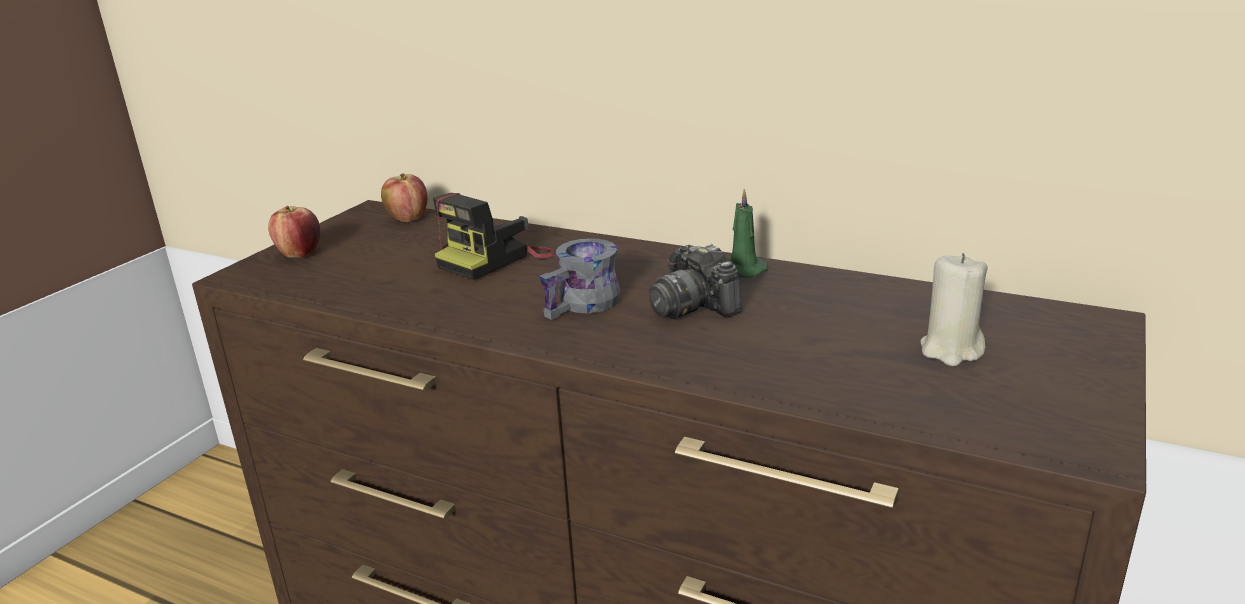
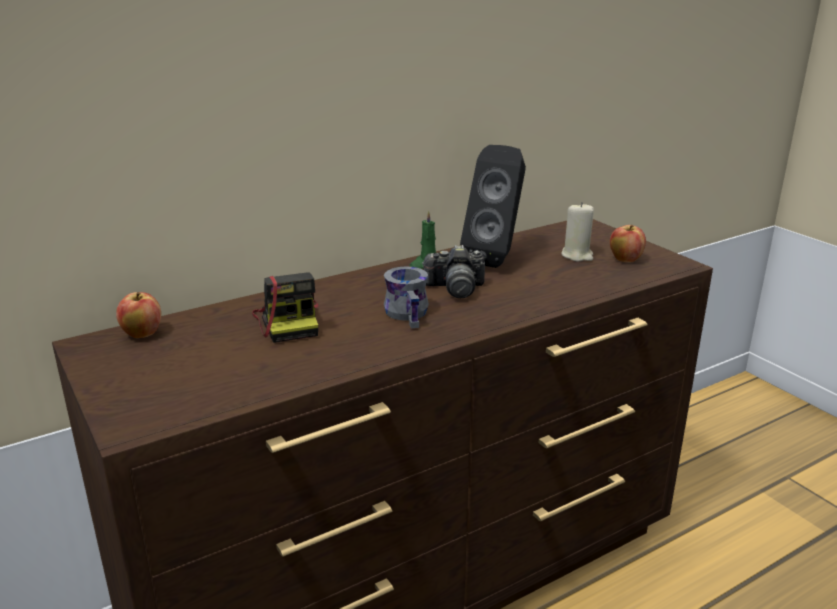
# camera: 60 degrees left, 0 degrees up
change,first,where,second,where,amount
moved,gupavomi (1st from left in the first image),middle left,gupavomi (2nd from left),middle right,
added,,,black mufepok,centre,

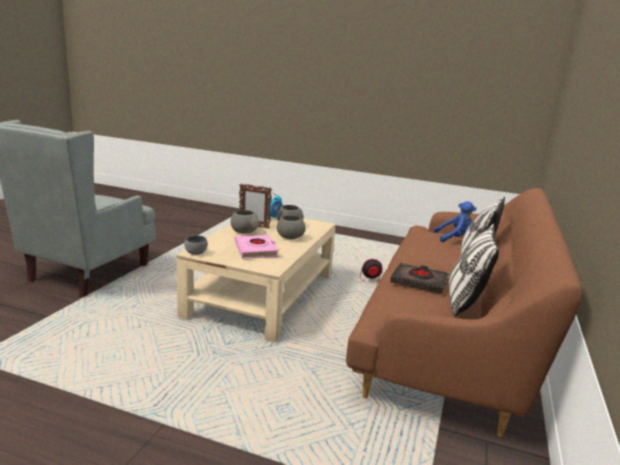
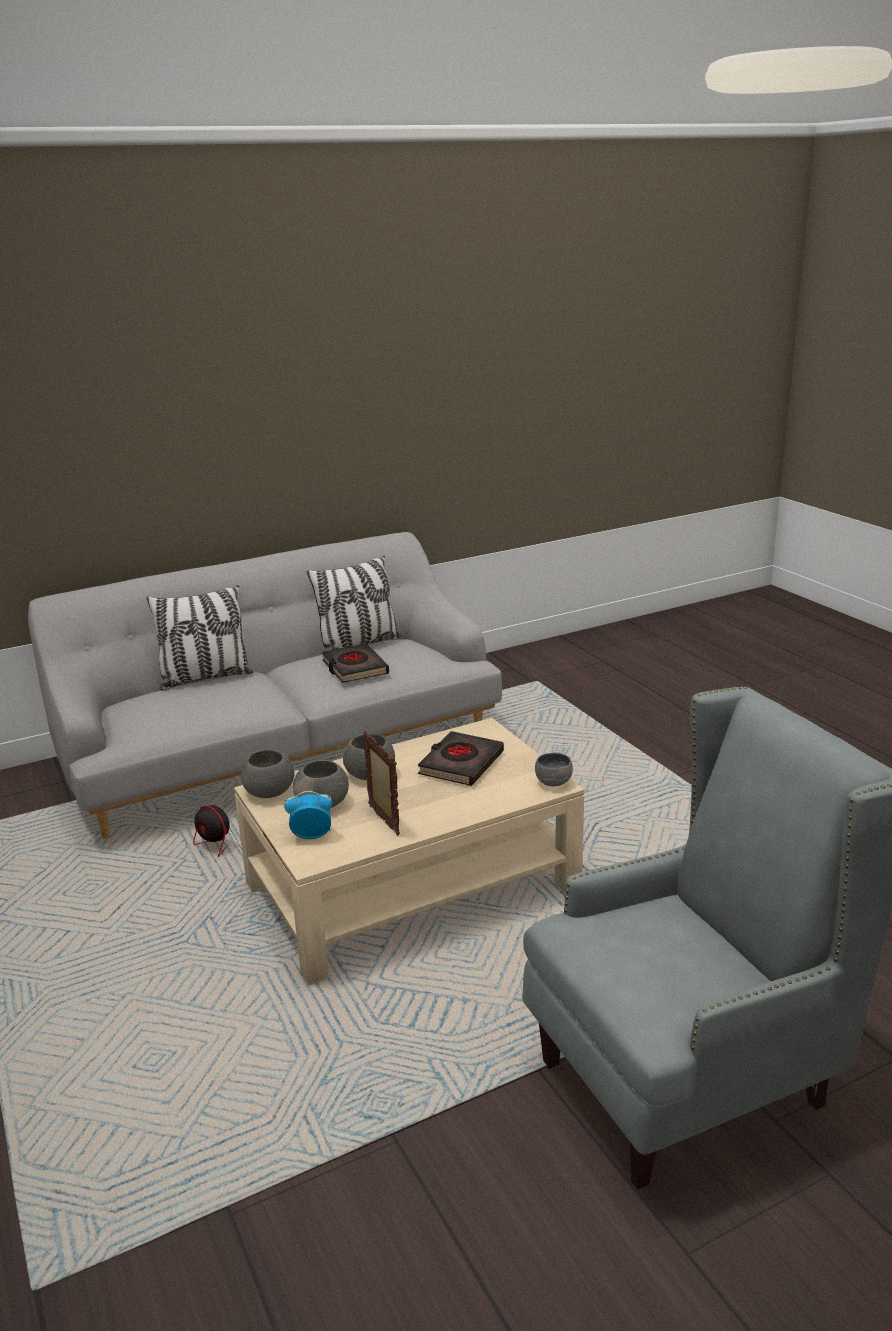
# camera: 135 degrees left, 5 degrees up
change,first,where,second,where,amount
recoloured,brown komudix,bottom right,grey komudix,middle left,
removed,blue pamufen,middle right,,,
moved,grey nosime (2nd from left in the first image),centre,grey nosime (1st from left),middle left,
recoloured,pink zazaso,centre,black zazaso (2nd from left),centre,

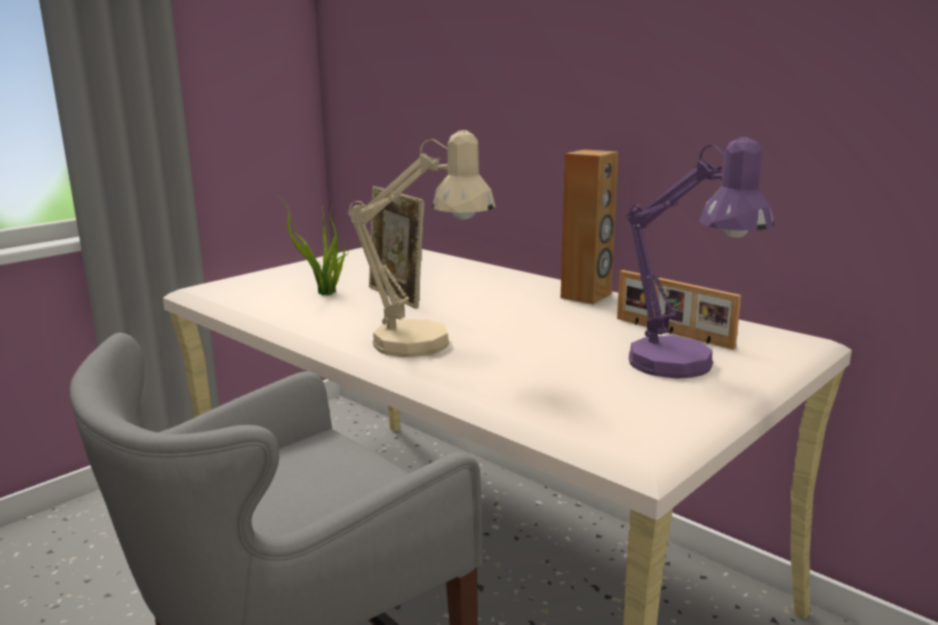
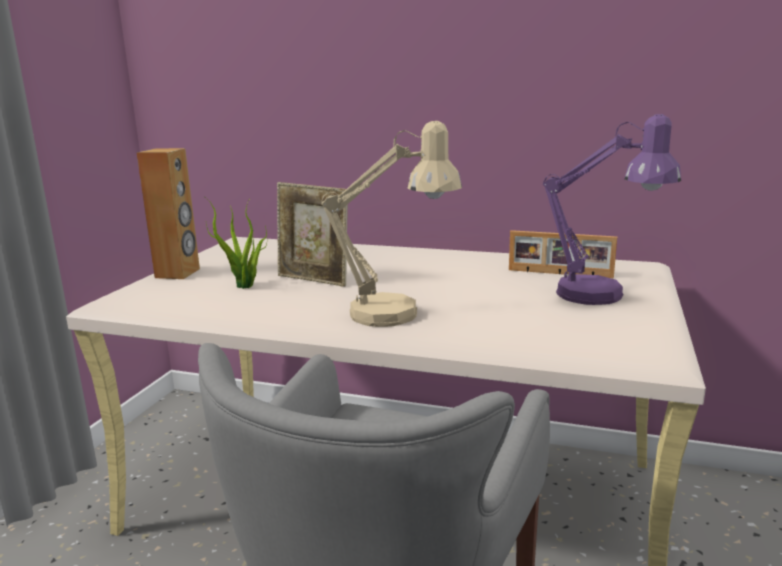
# camera: 25 degrees left, 0 degrees up
change,first,where,second,where,amount
moved,brown mufepok,centre,,middle left,

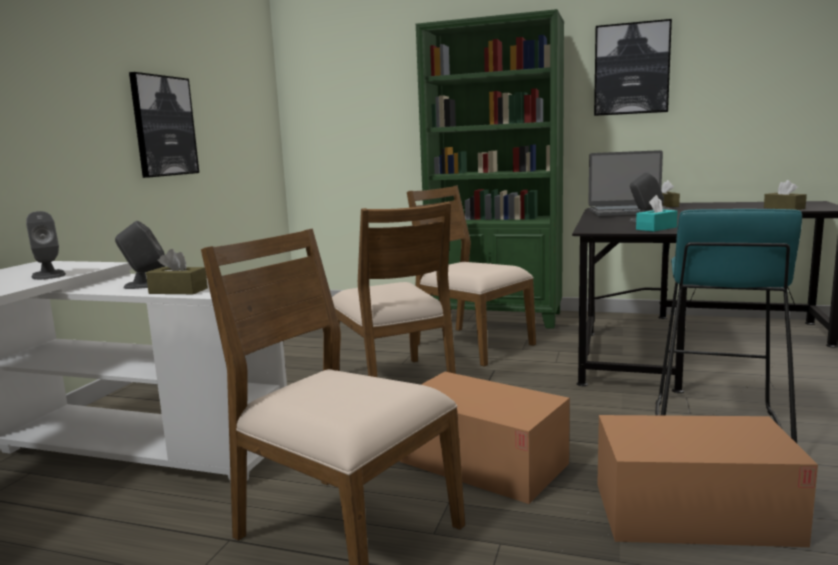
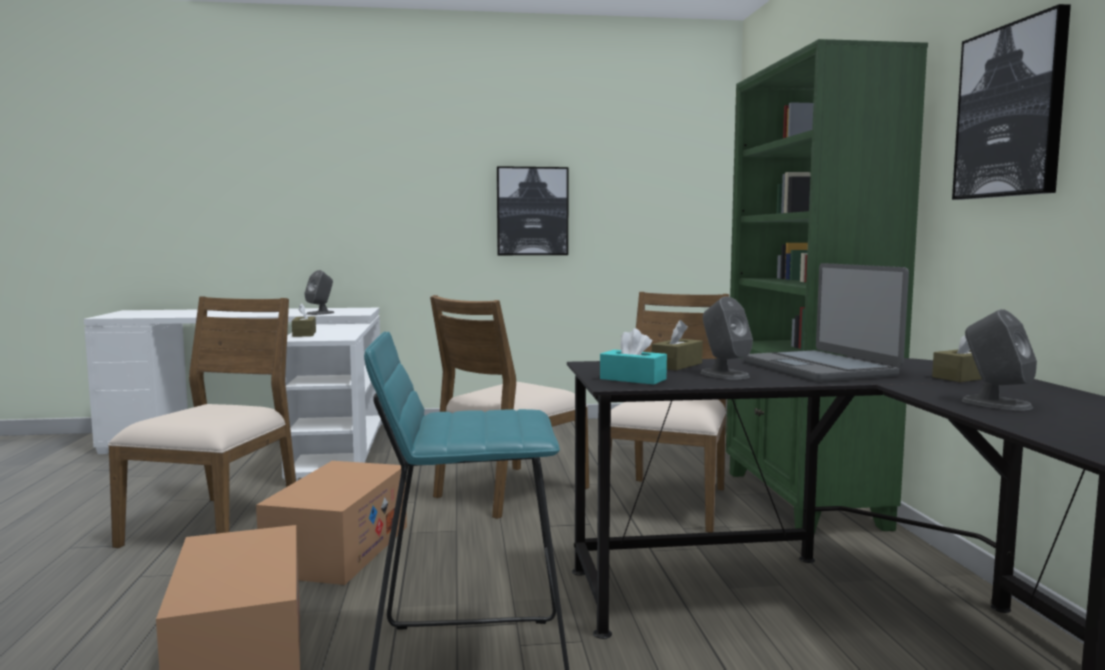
# camera: 65 degrees right, 5 degrees down
change,first,where,second,where,amount
moved,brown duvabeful (3rd from left in the first image),middle right,brown duvabeful (2nd from left),centre,
moved,grey mufepok (2nd from left in the first image),middle left,grey mufepok (3rd from left),middle right,

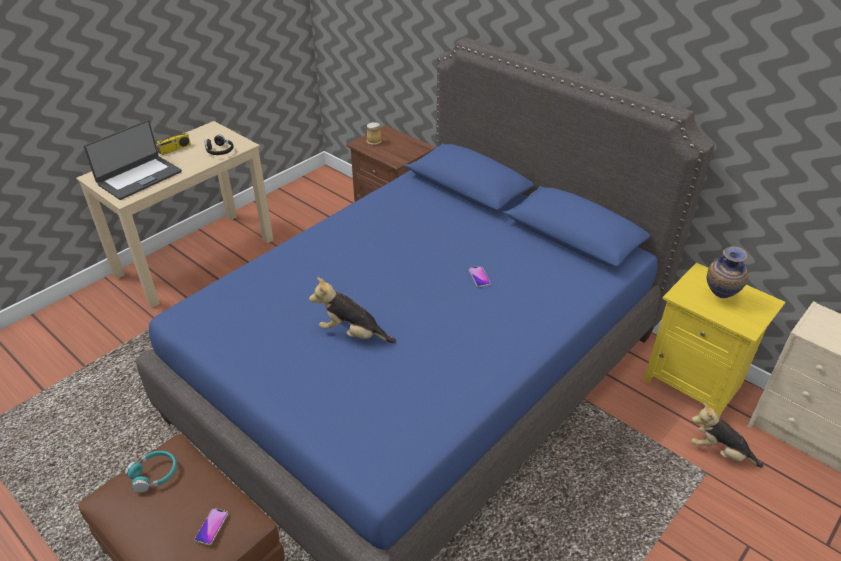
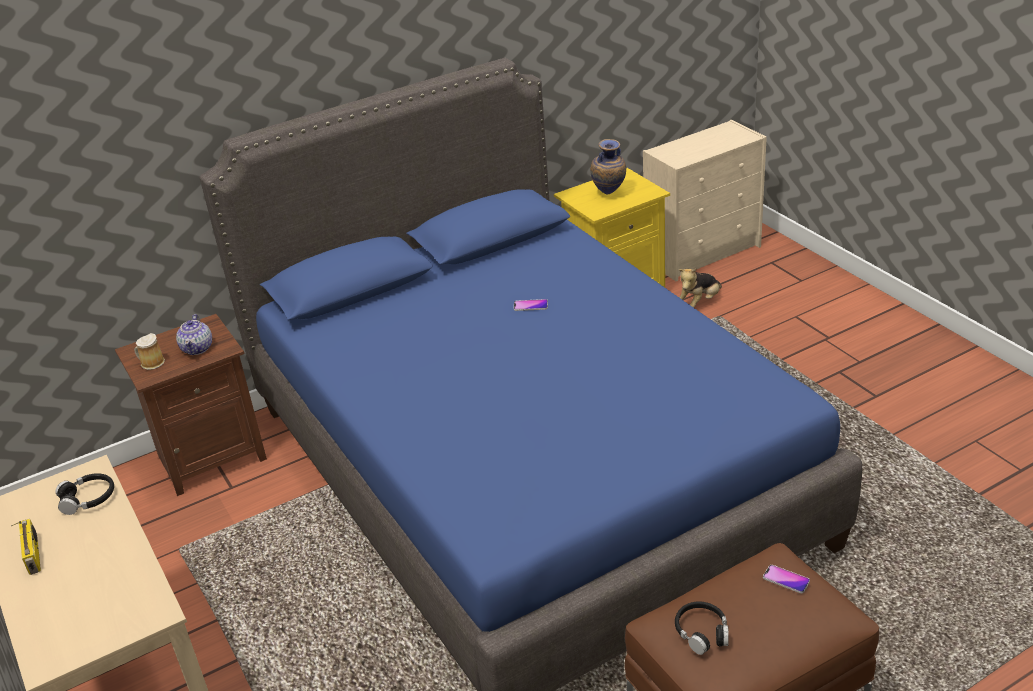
# camera: 70 degrees left, 5 degrees down
change,first,where,second,where,amount
removed,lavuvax,top left,,,
removed,pamufen (1st from left),centre,,,
recoloured,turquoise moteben,bottom left,black moteben (2nd from left),bottom right,
added,,,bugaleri,middle left,

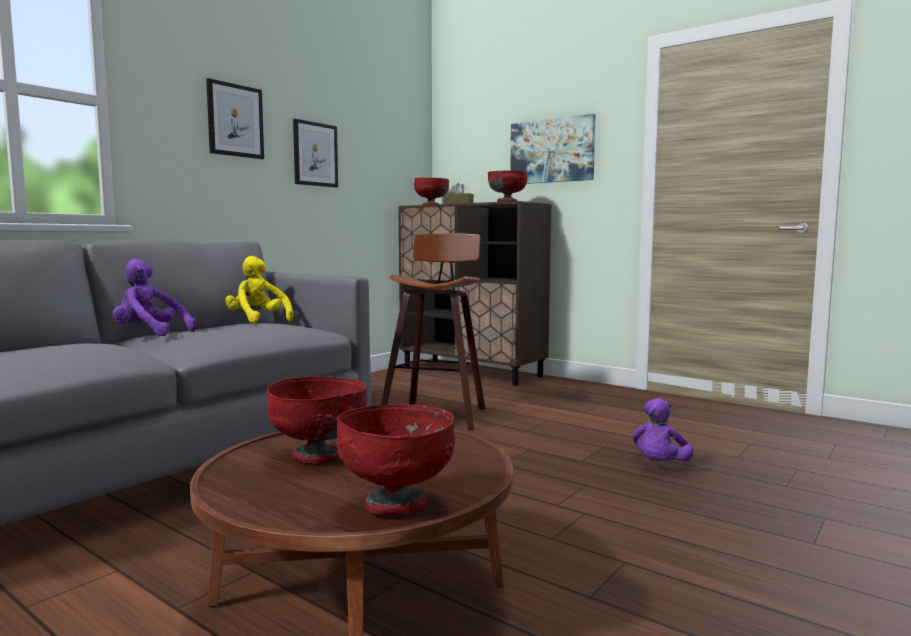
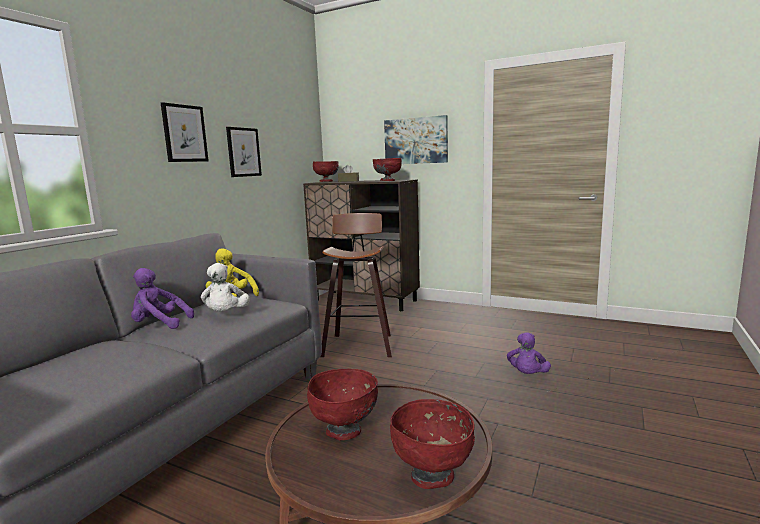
# camera: 10 degrees left, 5 degrees up
change,first,where,second,where,amount
added,,,white pamufen,middle left,

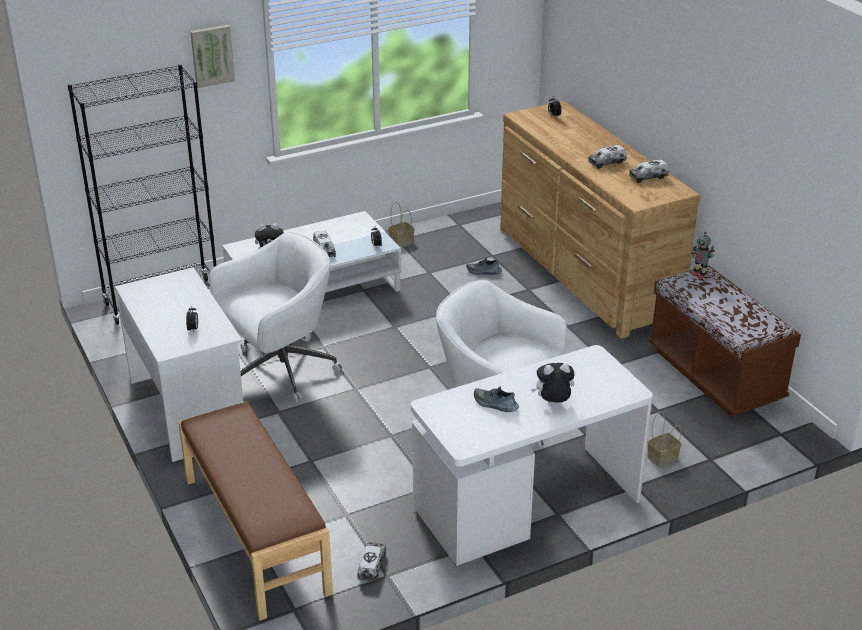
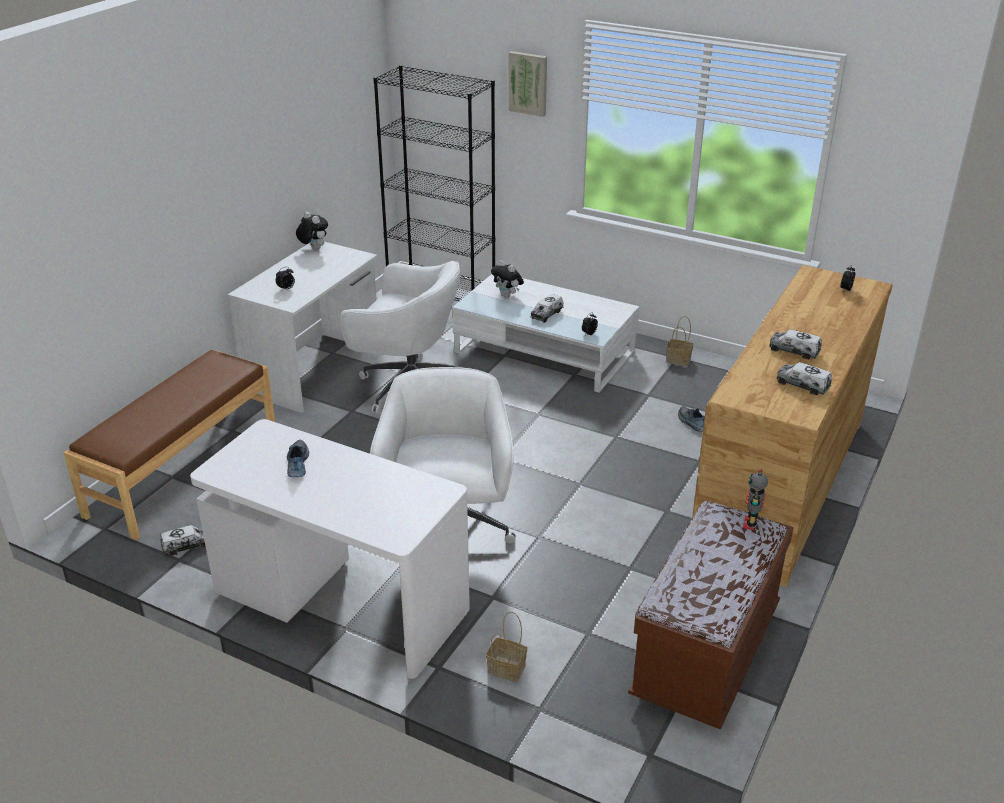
# camera: 55 degrees right, 0 degrees up
change,first,where,second,where,amount
moved,pamufen (2nd from left in the first image),centre,pamufen (1st from left),top left,

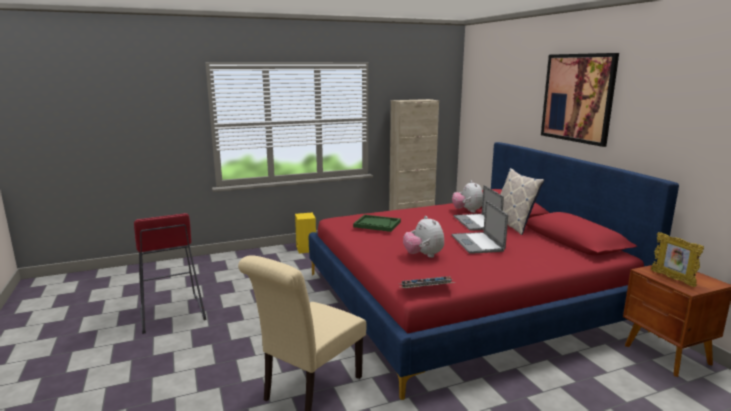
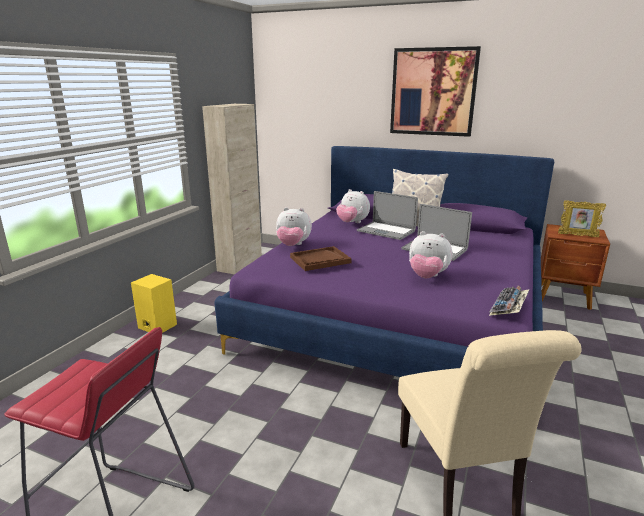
# camera: 45 degrees left, 5 degrees up
change,first,where,second,where,amount
recoloured,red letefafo,middle right,purple letefafo,centre,
recoloured,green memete,centre,brown memete,centre,
added,,,pamufen (1st from left),centre,

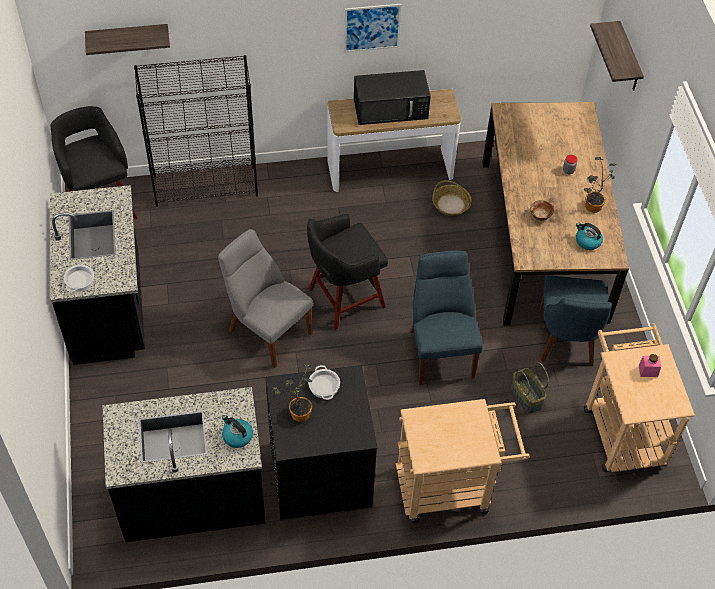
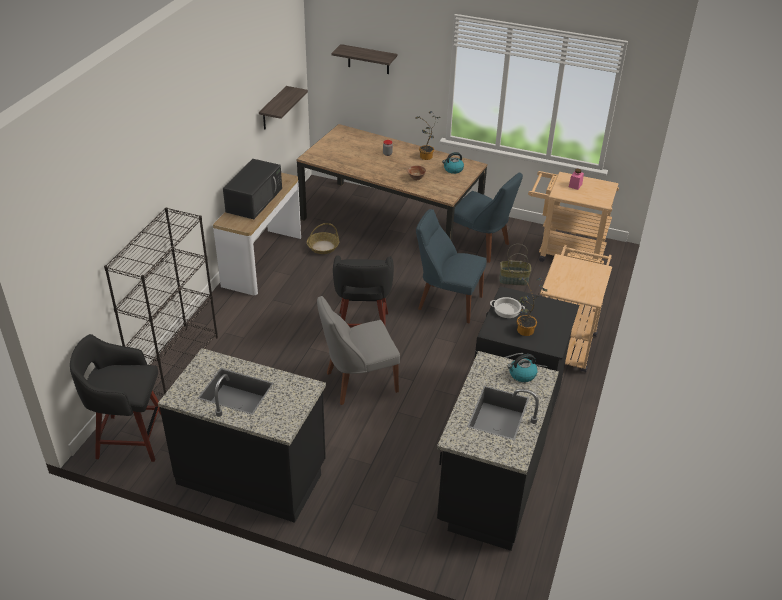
# camera: 60 degrees left, 15 degrees down
change,first,where,second,where,amount
removed,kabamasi,top centre,,,
moved,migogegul (1st from left),top left,,top centre,
removed,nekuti (1st from left),middle left,,,

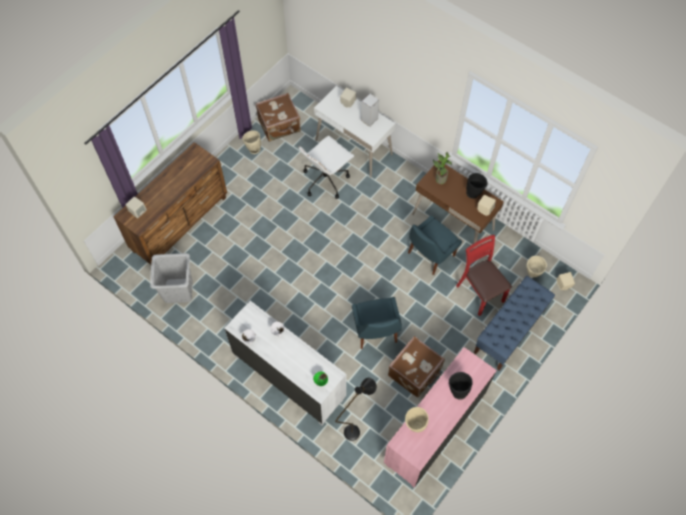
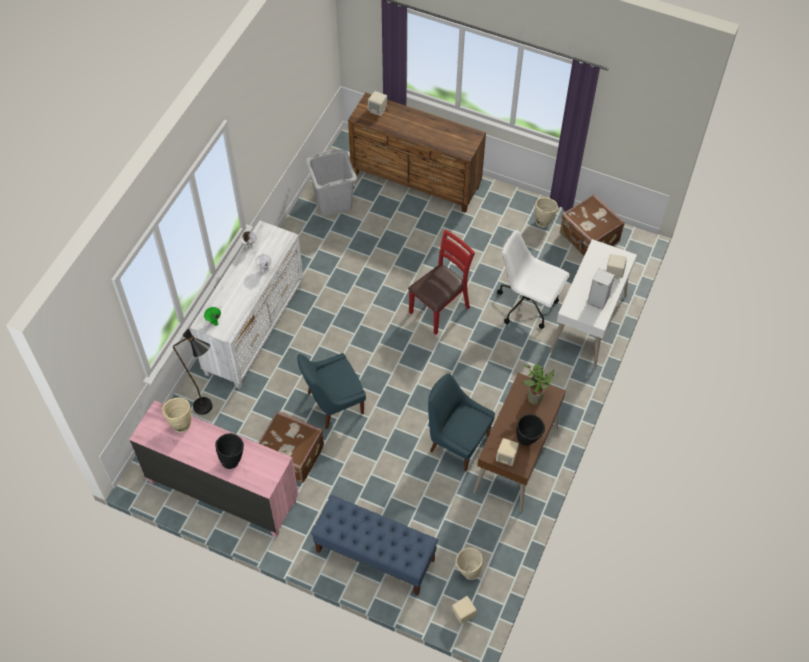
# camera: 75 degrees right, 5 degrees down
change,first,where,second,where,amount
moved,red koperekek,middle right,,centre,

